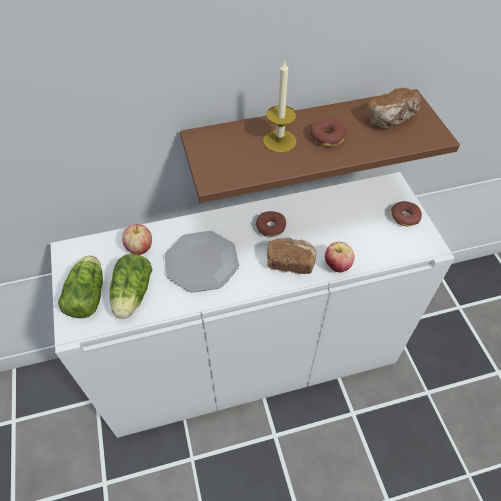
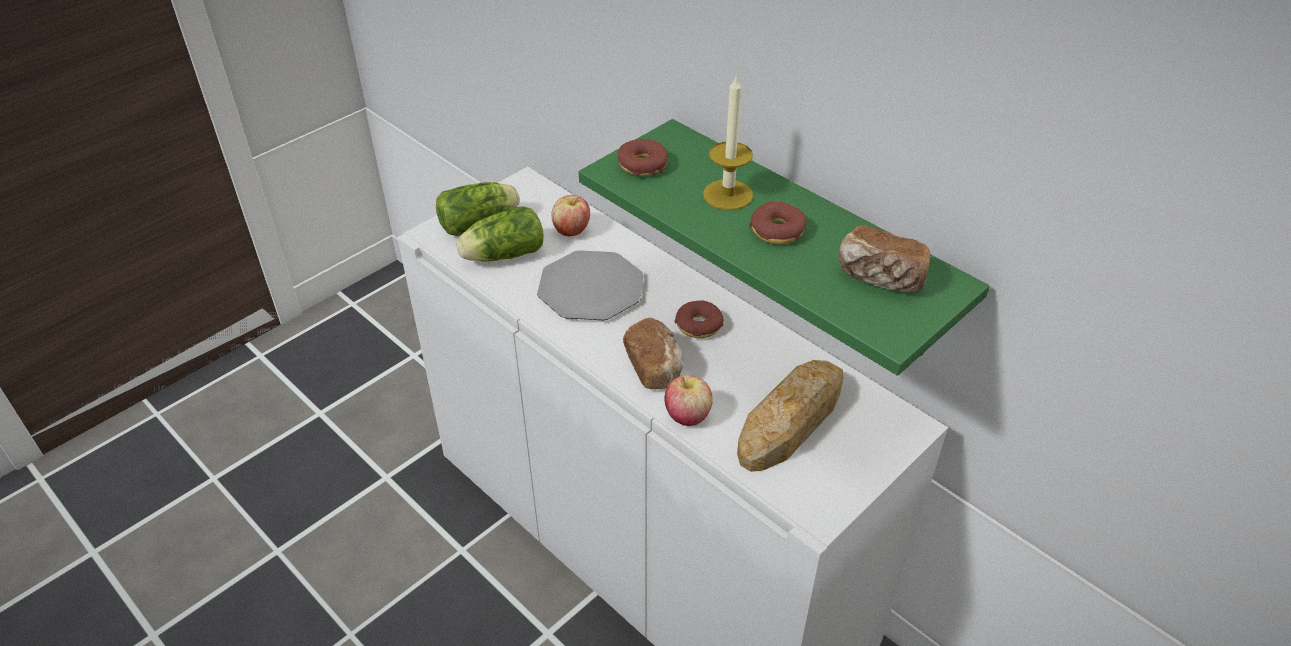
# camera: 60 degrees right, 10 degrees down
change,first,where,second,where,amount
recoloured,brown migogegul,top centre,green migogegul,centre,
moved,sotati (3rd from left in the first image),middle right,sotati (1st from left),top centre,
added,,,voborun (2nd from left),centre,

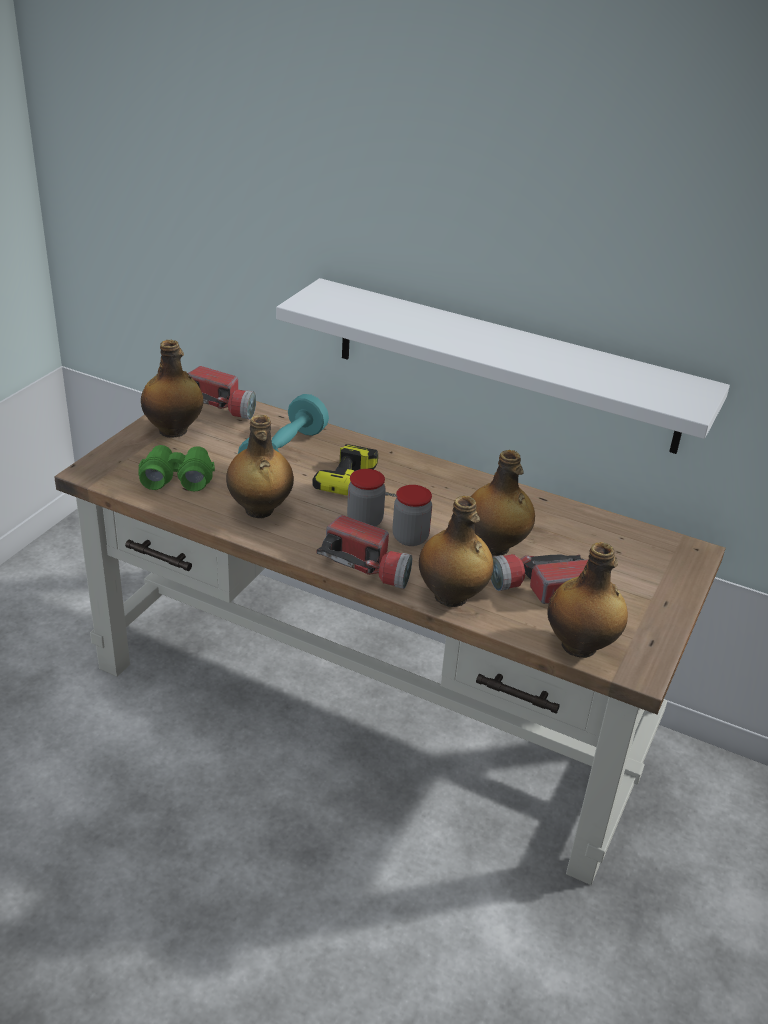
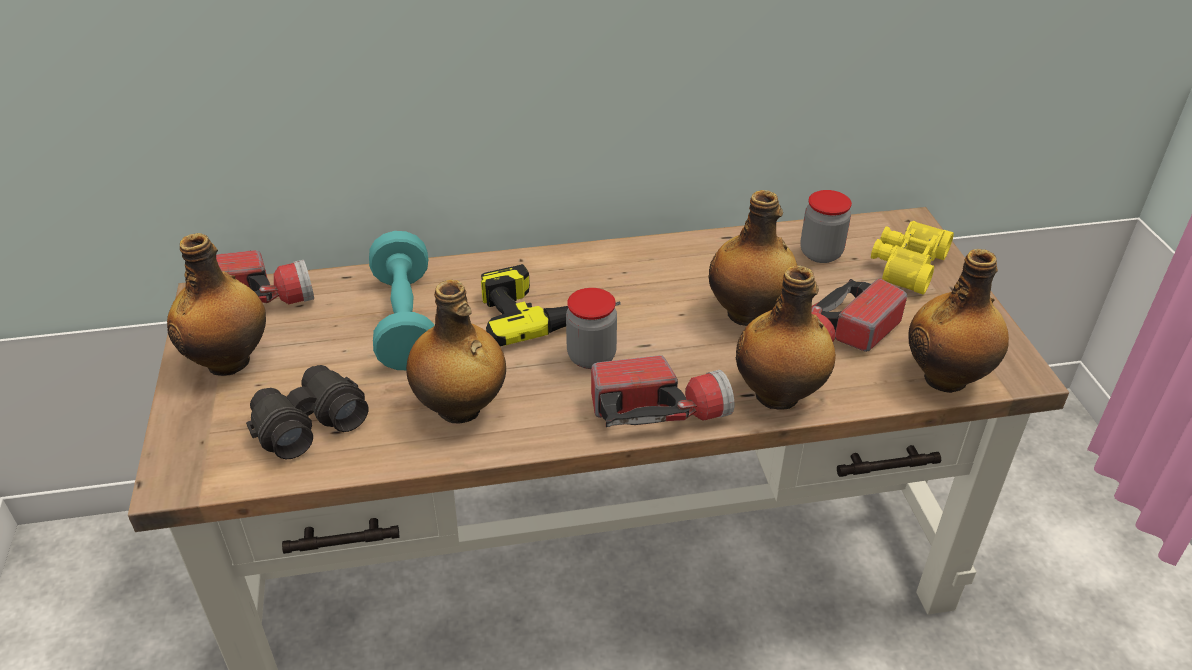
# camera: 35 degrees left, 5 degrees up
change,first,where,second,where,amount
removed,white migogegul,centre,,,
recoloured,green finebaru,middle left,black finebaru,middle left,
moved,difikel (2nd from left),centre,,middle right,
added,,,yellow finebaru,middle right,

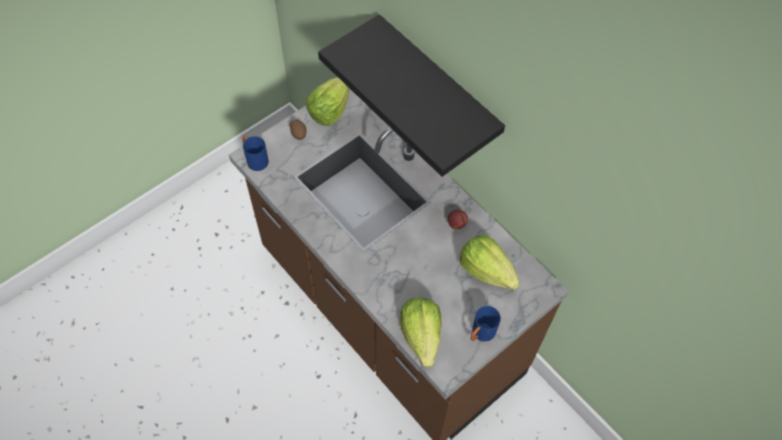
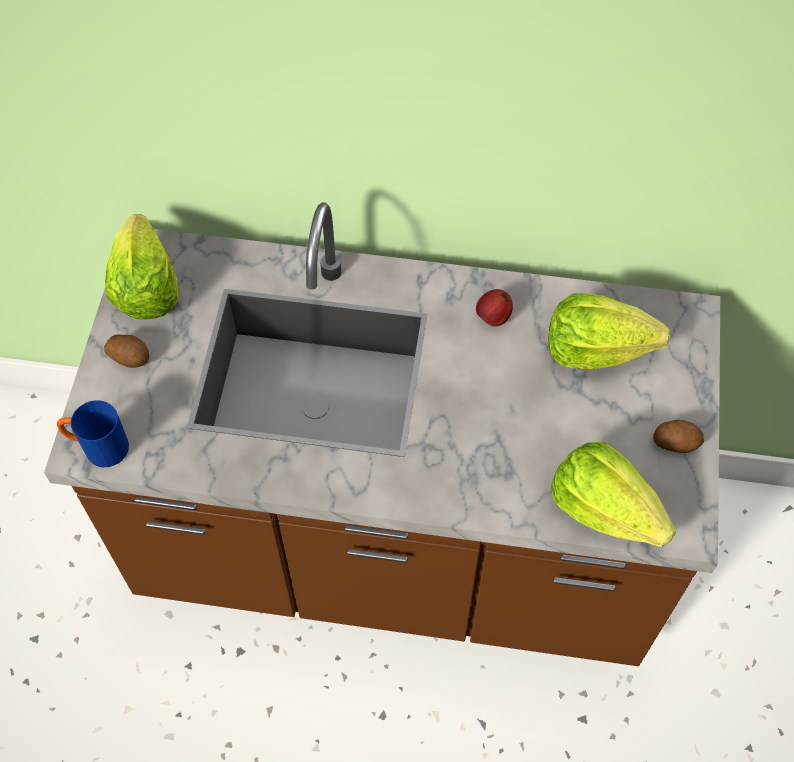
# camera: 40 degrees left, 0 degrees up
change,first,where,second,where,amount
removed,black migogegul,top centre,,,
replaced,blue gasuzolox (2nd from left),bottom centre,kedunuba (2nd from left),middle right,

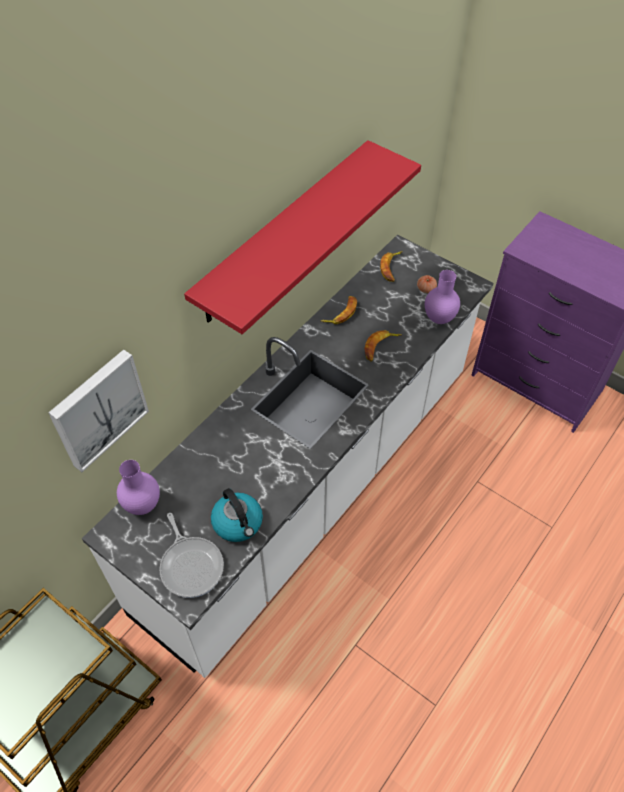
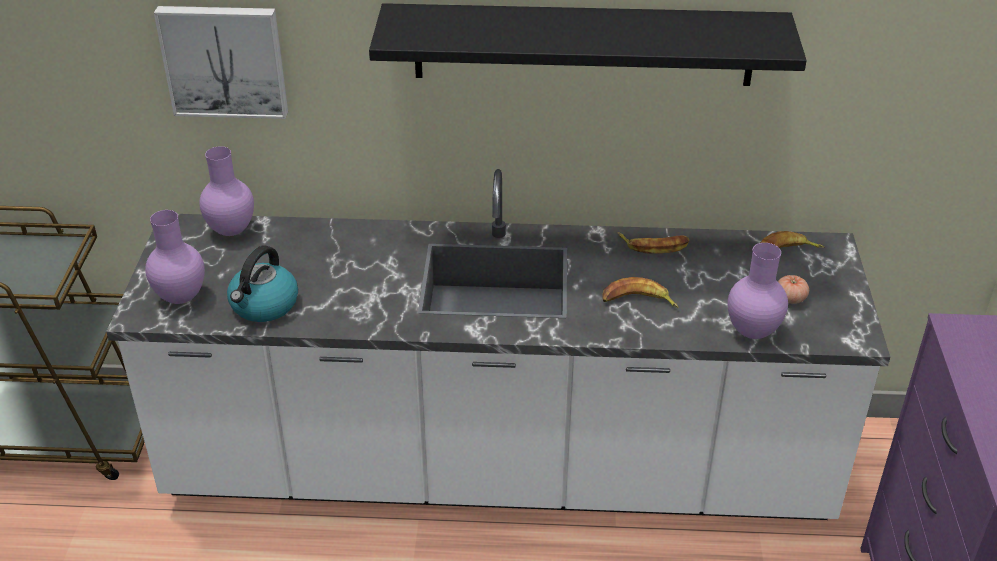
# camera: 55 degrees right, 15 degrees down
change,first,where,second,where,amount
recoloured,red migogegul,top centre,black migogegul,top centre,
replaced,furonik,bottom left,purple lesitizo (1st from left),middle left,

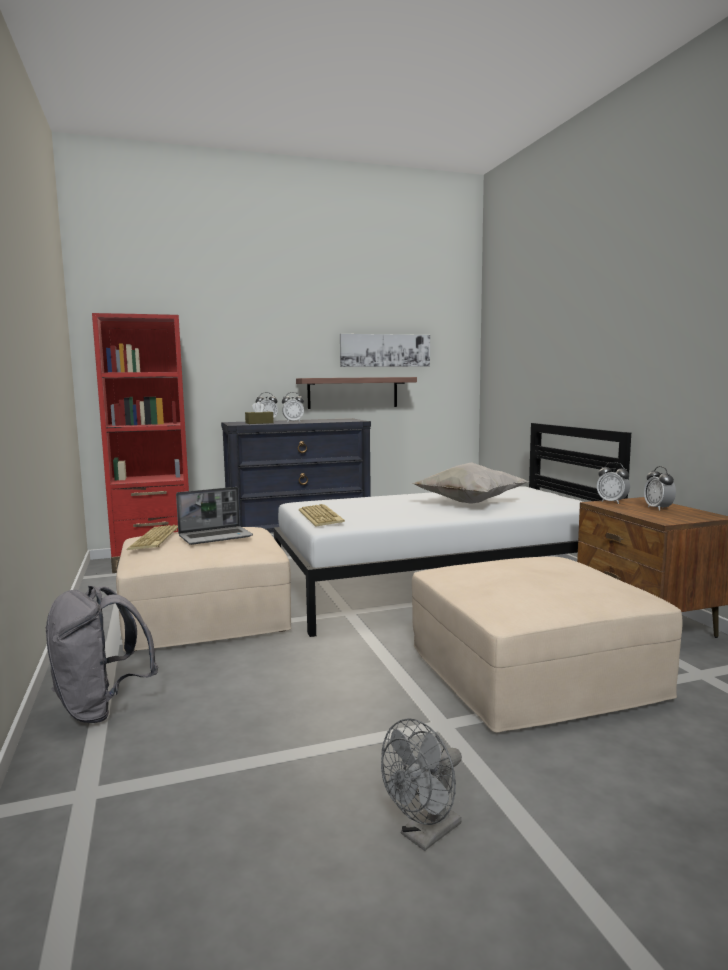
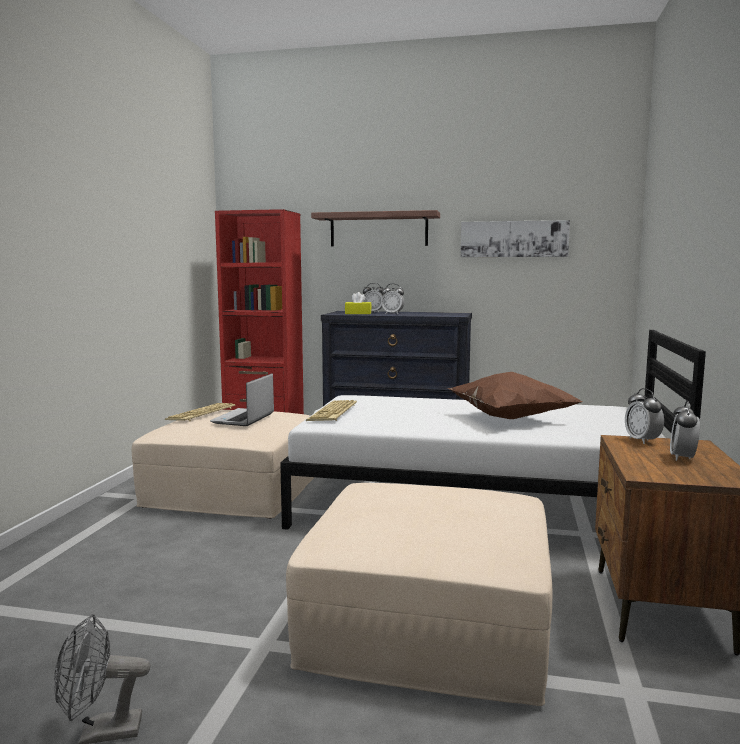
# camera: 30 degrees right, 0 degrees up
change,first,where,second,where,amount
moved,migogegul,centre,,top centre,
recoloured,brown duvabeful,centre,yellow duvabeful,centre,
recoloured,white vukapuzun,centre,brown vukapuzun,middle right,
turned,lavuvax,middle left,,middle left,105 degrees clockwise
removed,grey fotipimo,bottom left,,,

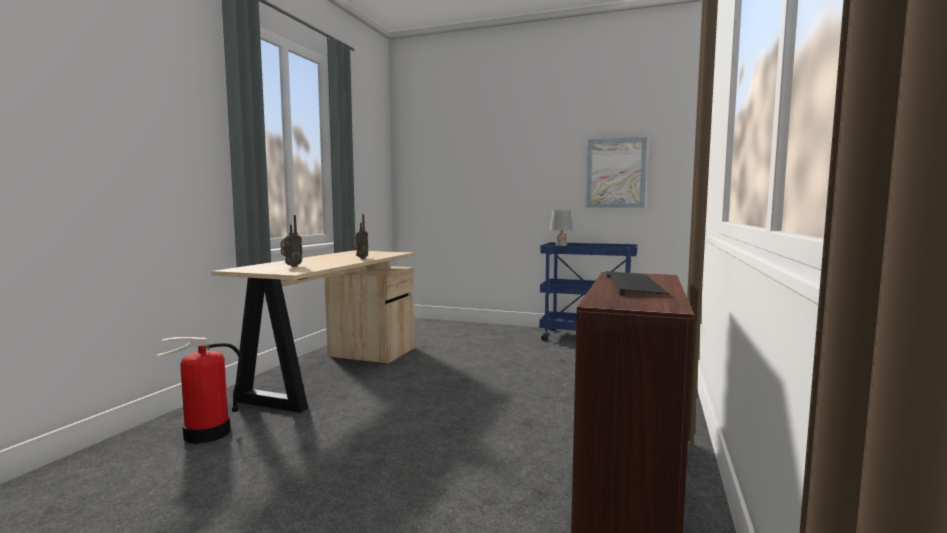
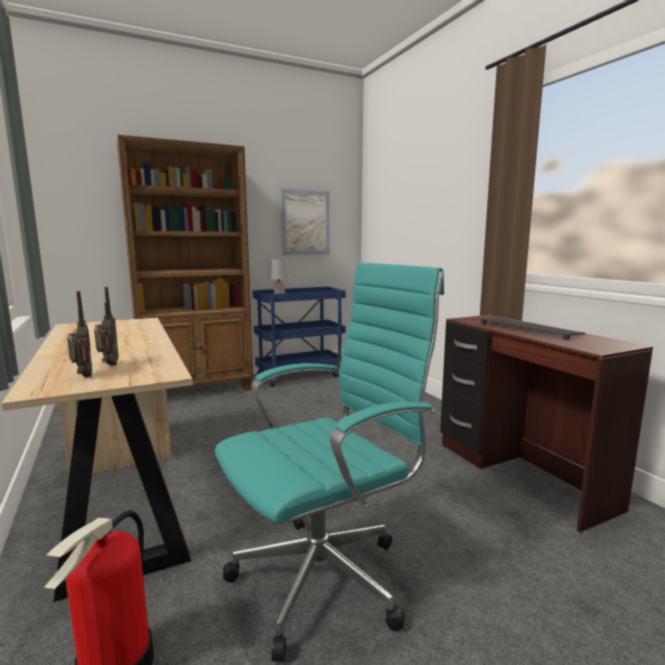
# camera: 45 degrees left, 5 degrees up
change,first,where,second,where,amount
moved,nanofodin (2nd from left in the first image),centre,nanofodin (1st from left),middle left,
added,,,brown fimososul,middle left,
added,,,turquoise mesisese,bottom centre,

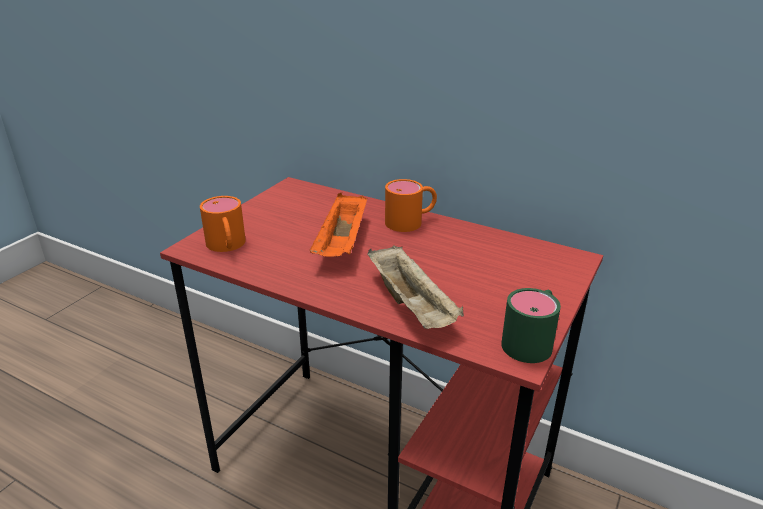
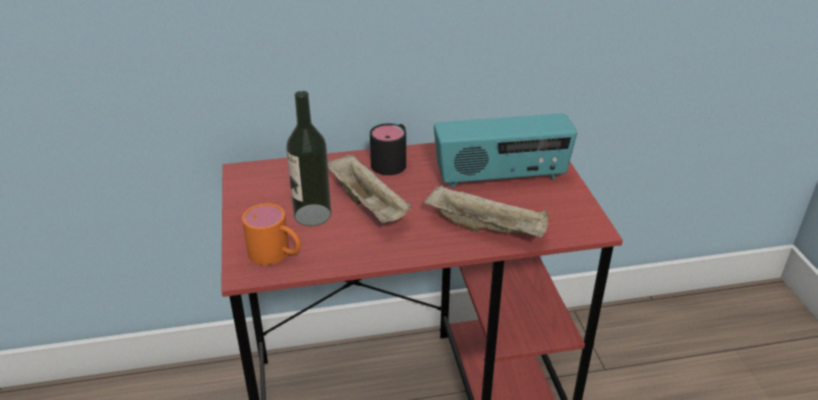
# camera: 40 degrees left, 5 degrees up
change,first,where,second,where,amount
recoloured,orange gasuzolox (2nd from left),centre,black gasuzolox,centre,
recoloured,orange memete,centre,beige memete (1st from left),centre,
removed,green gasuzolox,middle right,,,
added,,,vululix,centre,
added,,,nanofodin,centre,

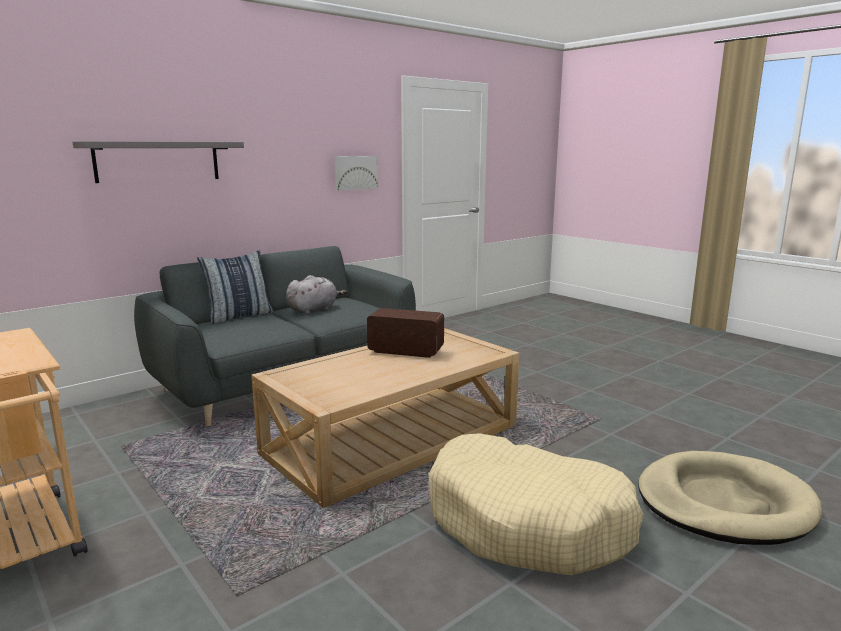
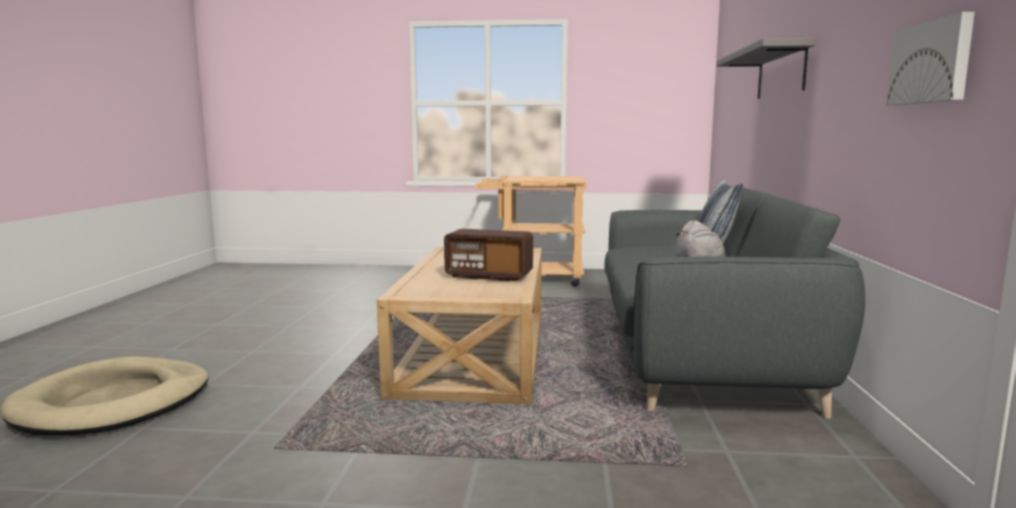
# camera: 135 degrees right, 5 degrees down
change,first,where,second,where,amount
turned,nanofodin,centre,,centre,45 degrees clockwise
removed,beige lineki (1st from left),bottom centre,,,

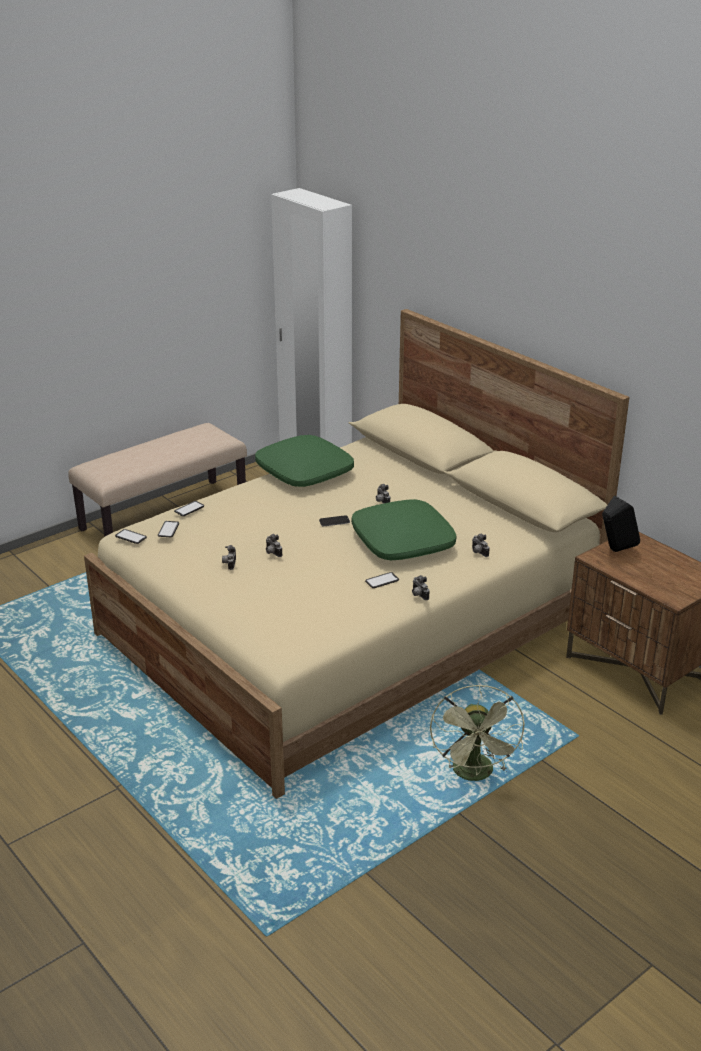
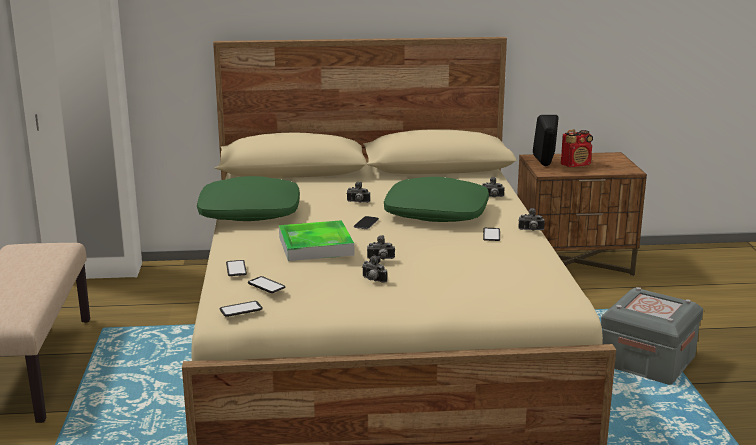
# camera: 55 degrees left, 10 degrees down
change,first,where,second,where,amount
replaced,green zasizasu,bottom right,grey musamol,bottom right,
added,,,nanofodin,top right,
added,,,memete,centre,

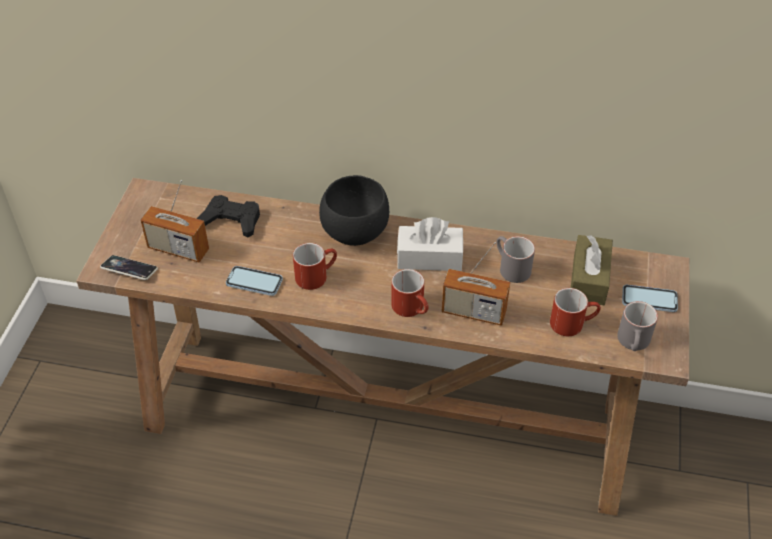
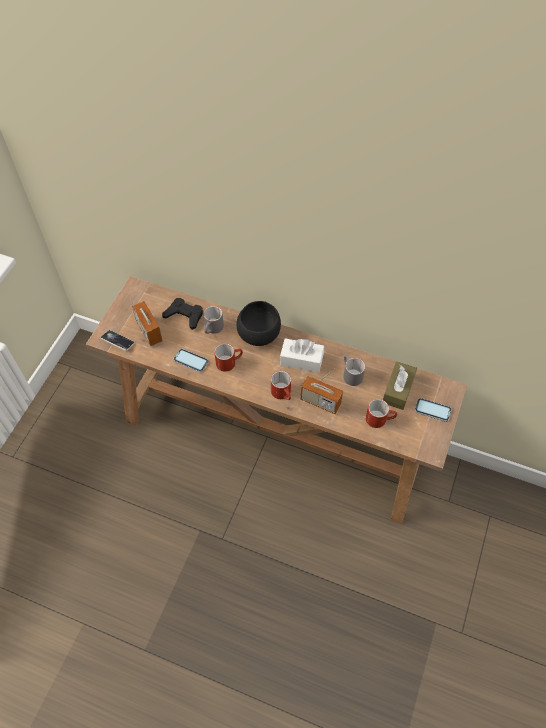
# camera: 10 degrees right, 10 degrees up
change,first,where,second,where,amount
turned,nanofodin (1st from left),middle left,,middle left,150 degrees counterclockwise
moved,grey gasuzolox (2nd from left in the first image),middle right,grey gasuzolox (1st from left),centre,

